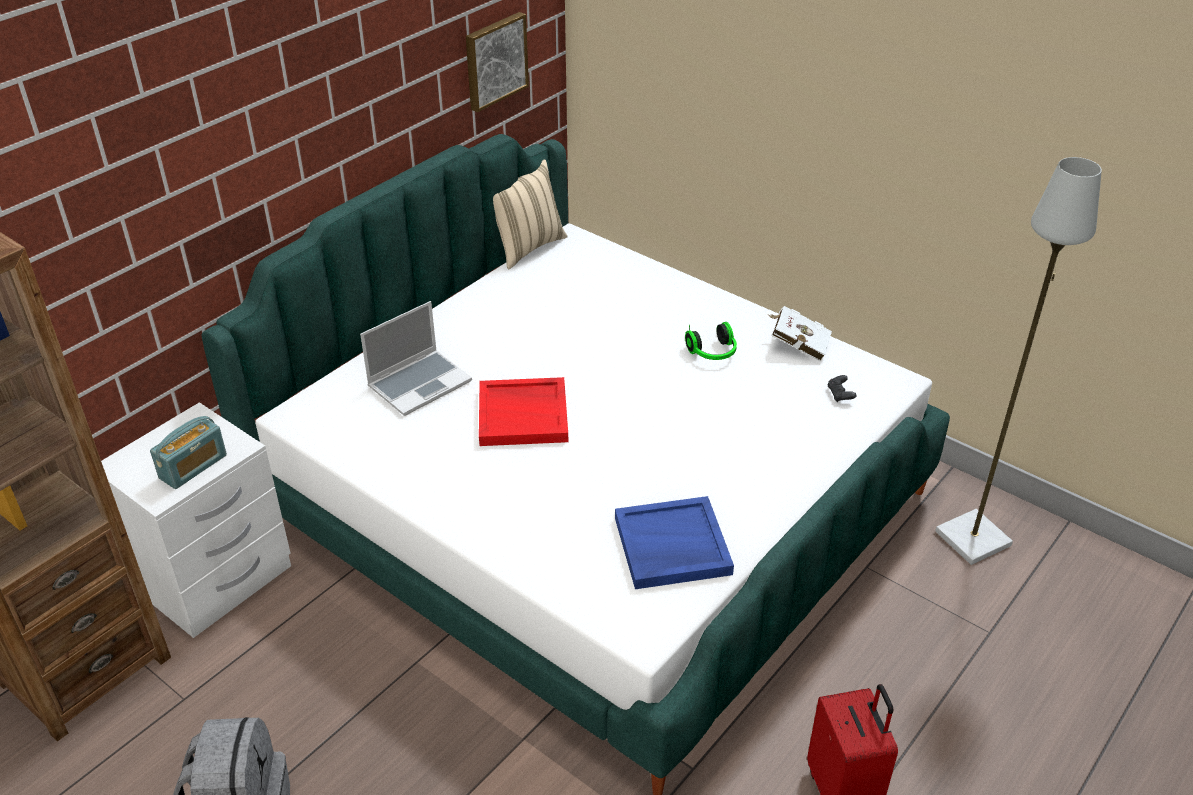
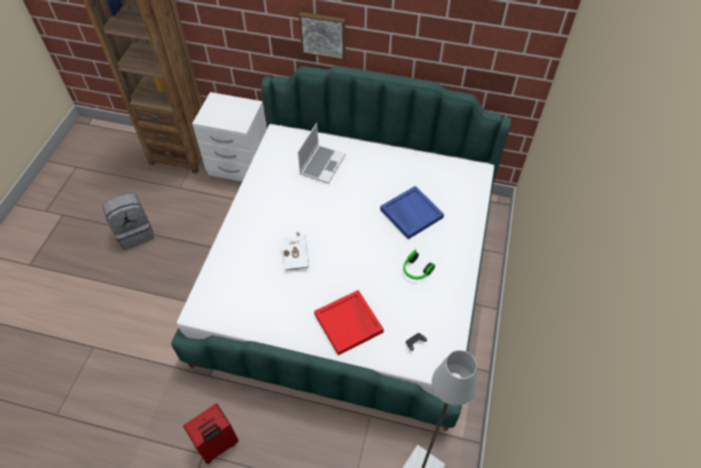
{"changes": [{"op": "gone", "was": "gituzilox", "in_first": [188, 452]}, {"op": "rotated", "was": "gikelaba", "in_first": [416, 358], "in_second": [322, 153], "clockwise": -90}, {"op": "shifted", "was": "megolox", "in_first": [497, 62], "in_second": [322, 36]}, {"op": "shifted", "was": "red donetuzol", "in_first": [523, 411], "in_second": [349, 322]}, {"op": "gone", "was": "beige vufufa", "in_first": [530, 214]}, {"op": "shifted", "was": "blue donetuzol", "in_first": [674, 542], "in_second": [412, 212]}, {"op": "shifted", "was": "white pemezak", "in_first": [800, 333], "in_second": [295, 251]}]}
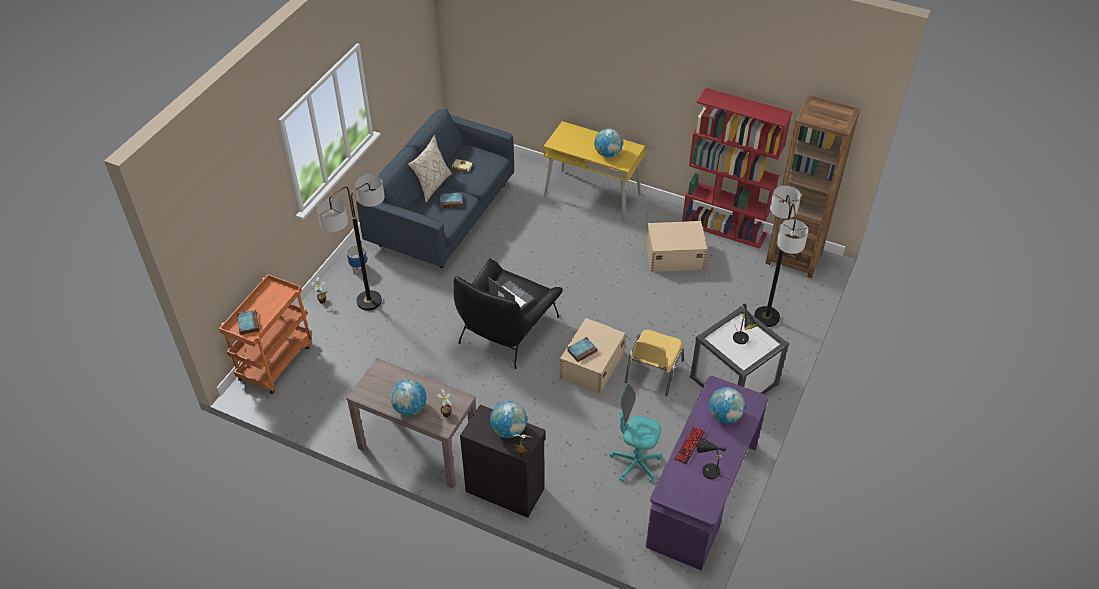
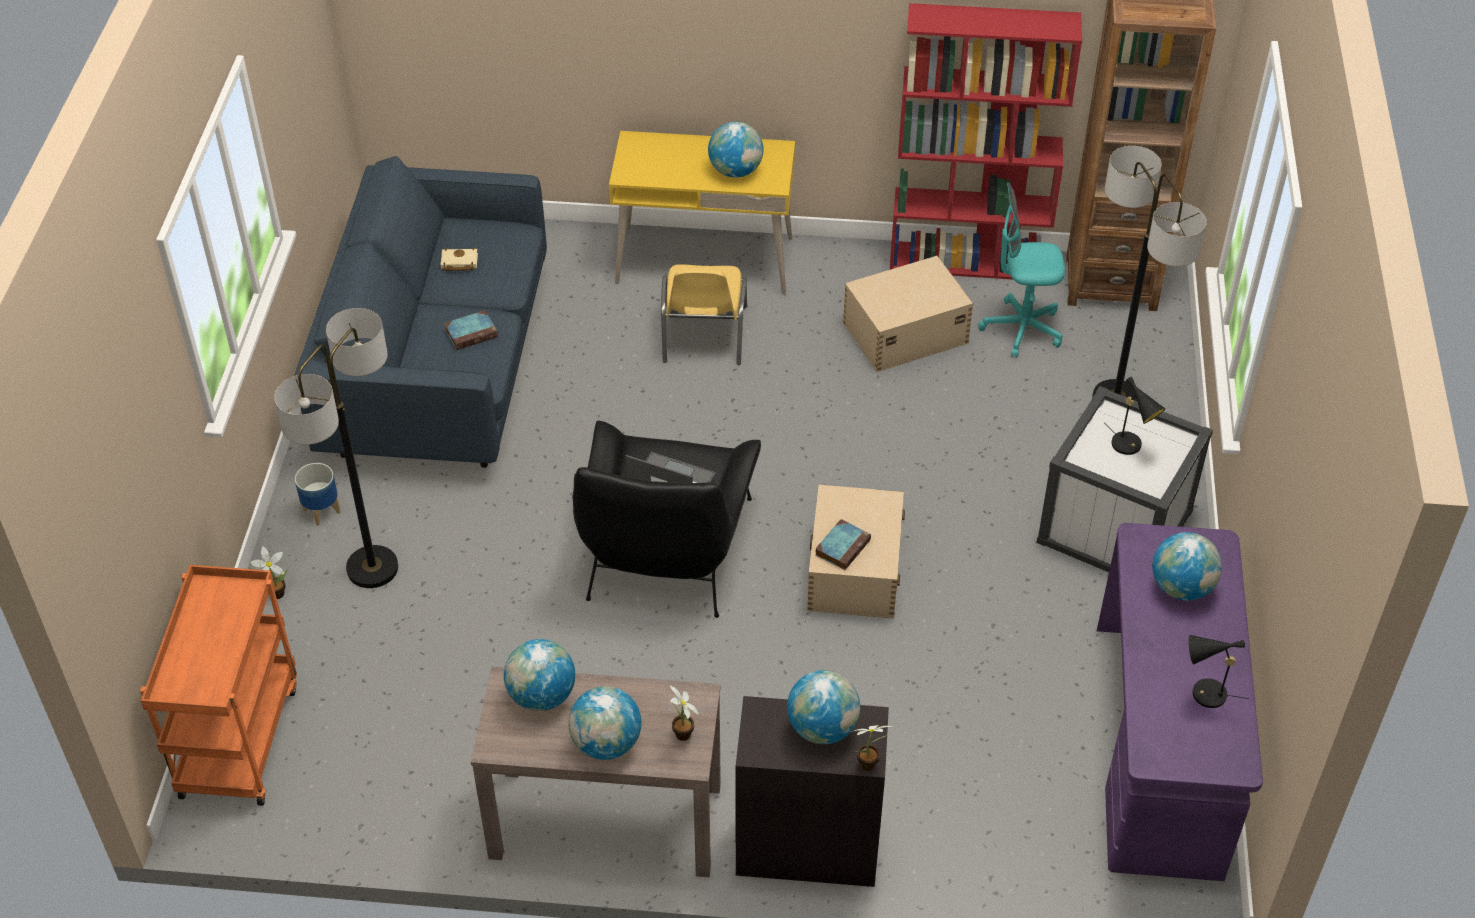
{"changes": [{"op": "gone", "was": "pemezak", "in_first": [248, 322]}, {"op": "gone", "was": "beige vufufa", "in_first": [430, 168]}, {"op": "shifted", "was": "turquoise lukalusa", "in_first": [636, 433], "in_second": [1021, 270]}, {"op": "shifted", "was": "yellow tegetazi", "in_first": [654, 363], "in_second": [704, 314]}, {"op": "gone", "was": "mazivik", "in_first": [689, 445]}, {"op": "new", "now": "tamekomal", "in_second": [539, 675]}]}
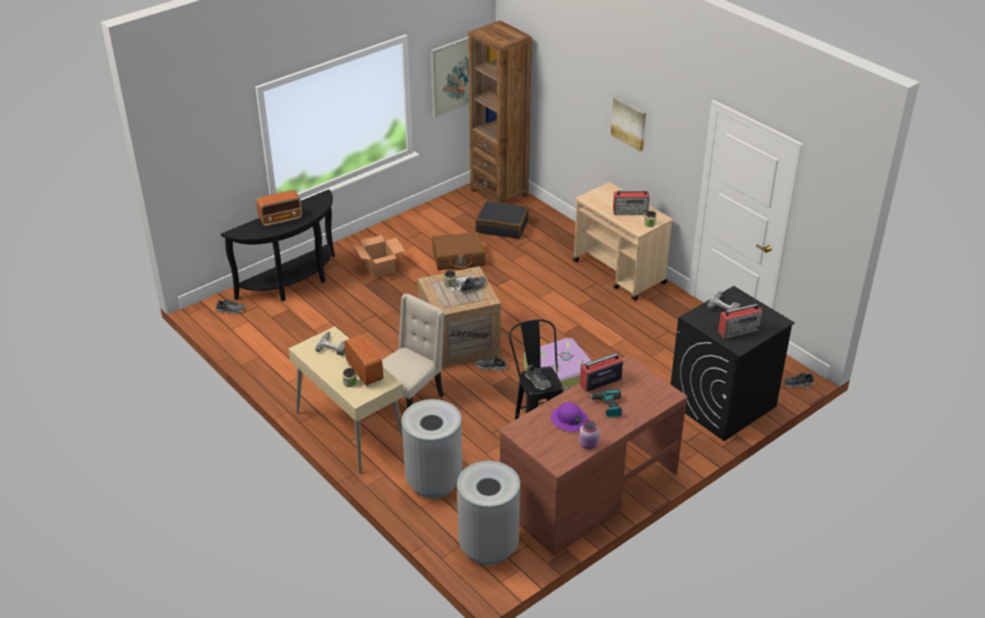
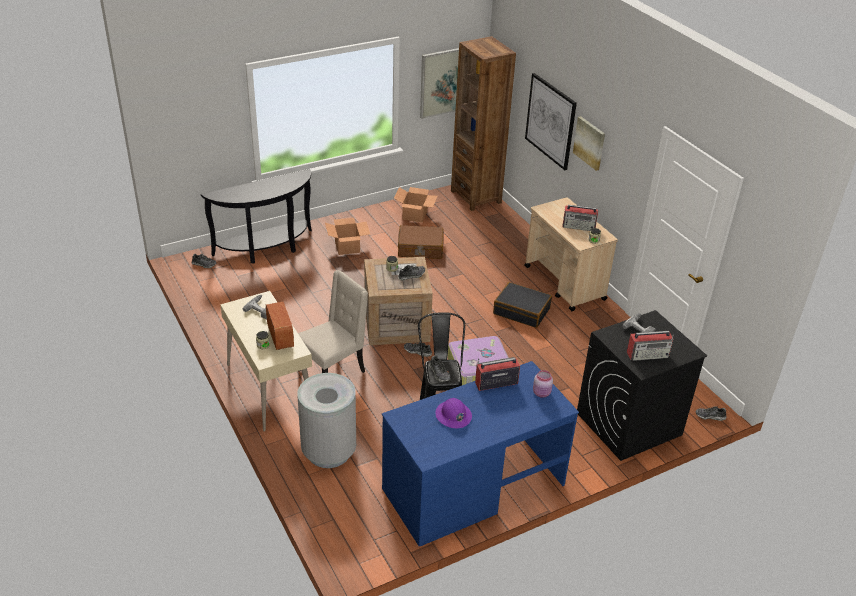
{"changes": [{"op": "gone", "was": "gituzilox", "in_first": [279, 208]}, {"op": "gone", "was": "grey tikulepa", "in_first": [488, 513]}, {"op": "shifted", "was": "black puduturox", "in_first": [502, 220], "in_second": [522, 305]}, {"op": "repainted", "was": "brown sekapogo", "now": "blue sekapogo", "in_first": [593, 455], "in_second": [480, 454]}, {"op": "shifted", "was": "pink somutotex", "in_first": [589, 435], "in_second": [543, 384]}, {"op": "gone", "was": "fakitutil", "in_first": [605, 403]}, {"op": "new", "now": "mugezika", "in_second": [416, 205]}, {"op": "new", "now": "megolox", "in_second": [551, 121]}]}
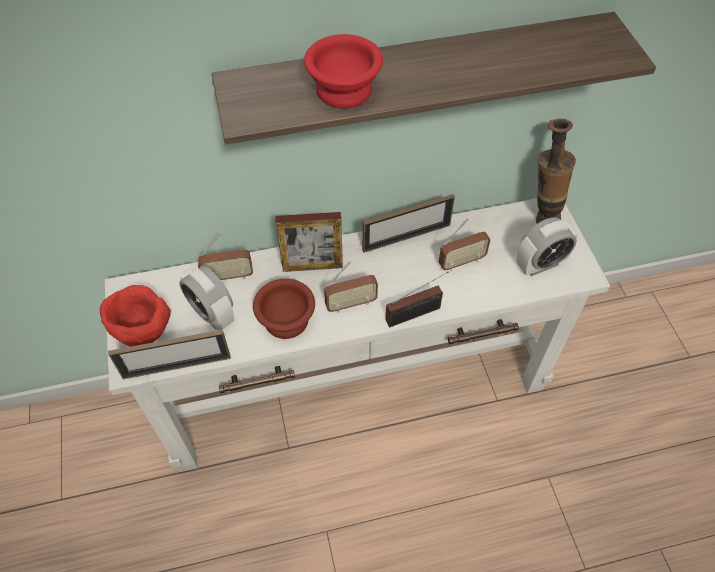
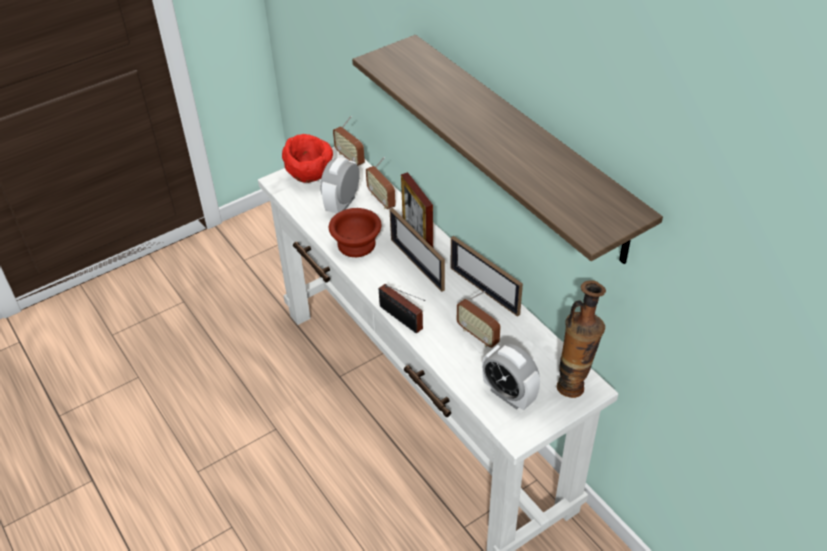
{"changes": [{"op": "shifted", "was": "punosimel", "in_first": [169, 354], "in_second": [417, 250]}, {"op": "gone", "was": "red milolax", "in_first": [343, 71]}, {"op": "shifted", "was": "gituzilox", "in_first": [351, 287], "in_second": [349, 141]}]}
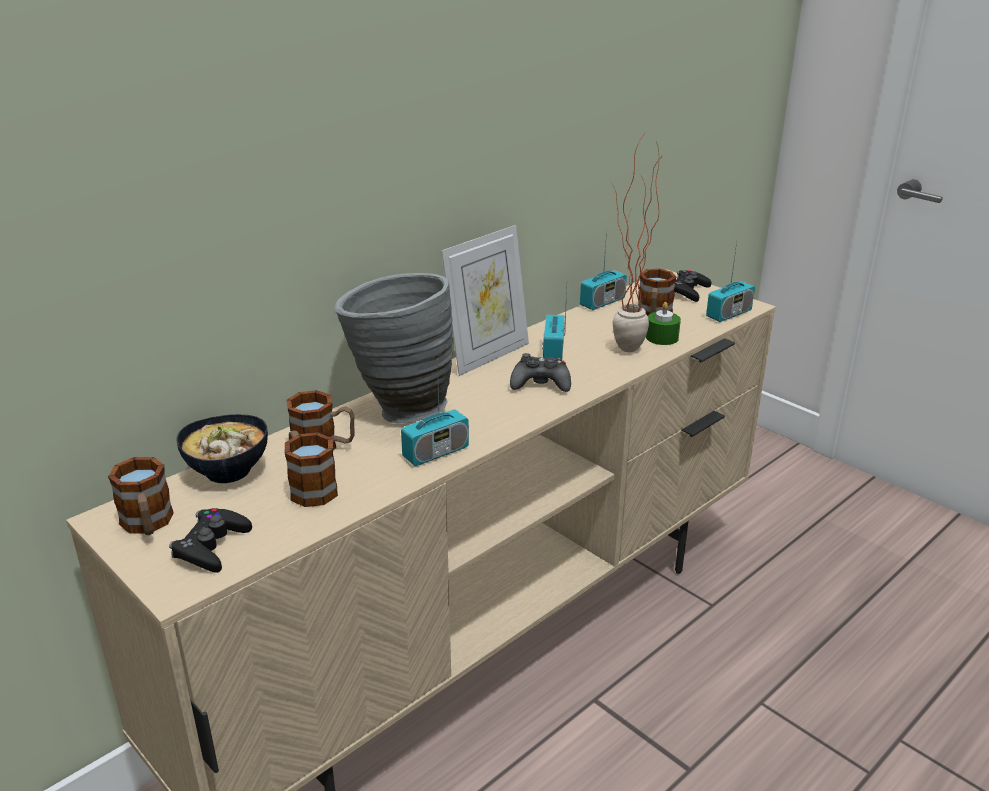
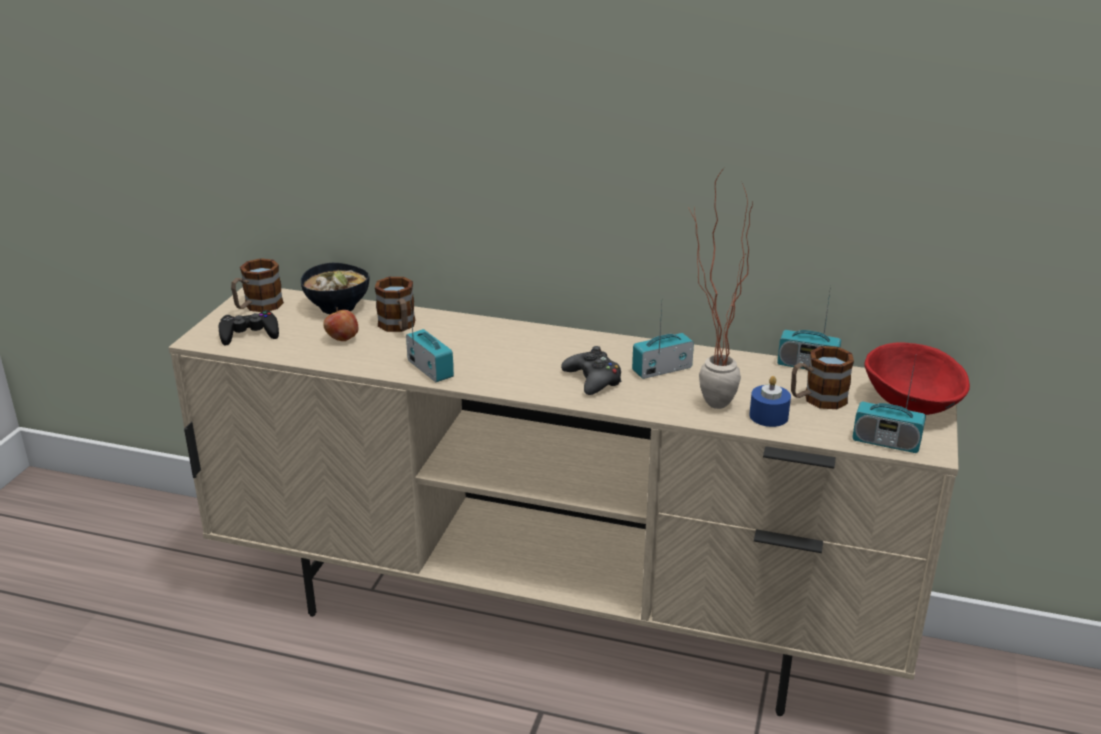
{"changes": [{"op": "swapped", "was": "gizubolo", "now": "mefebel", "in_first": [311, 469], "in_second": [341, 324]}, {"op": "gone", "was": "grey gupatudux", "in_first": [393, 348]}, {"op": "rotated", "was": "gituzilox", "in_first": [435, 412], "in_second": [430, 338], "clockwise": -150}, {"op": "gone", "was": "punosimel", "in_first": [485, 300]}, {"op": "repainted", "was": "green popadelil", "now": "blue popadelil", "in_first": [663, 323], "in_second": [770, 401]}, {"op": "swapped", "was": "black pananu", "now": "red milolax", "in_first": [693, 286], "in_second": [917, 378]}]}
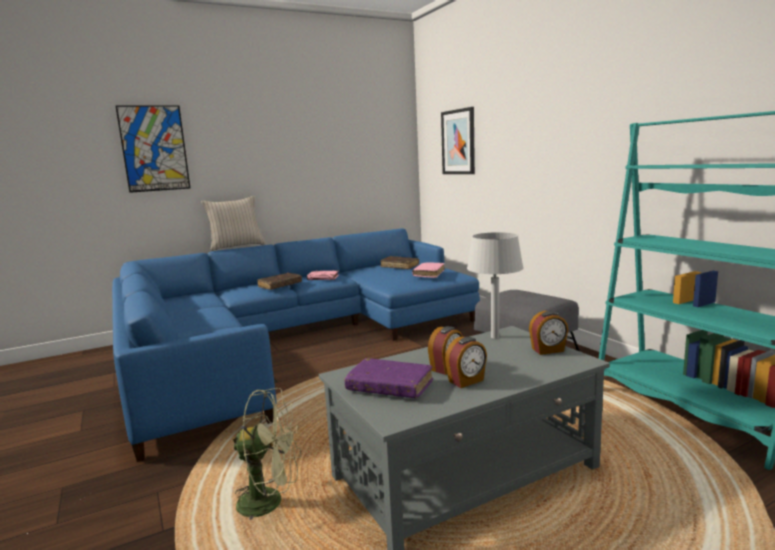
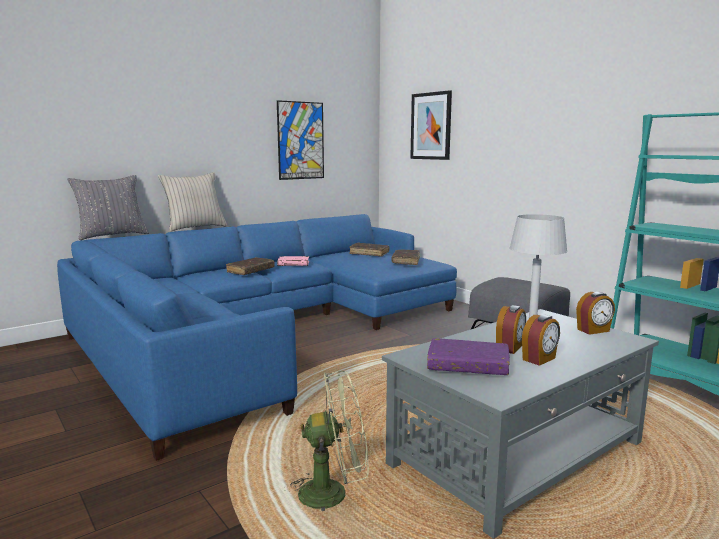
{"changes": [{"op": "shifted", "was": "megolox", "in_first": [152, 149], "in_second": [300, 140]}, {"op": "repainted", "was": "pink pemezak", "now": "brown pemezak", "in_first": [428, 270], "in_second": [405, 257]}, {"op": "new", "now": "grey vufufa", "in_second": [108, 207]}]}
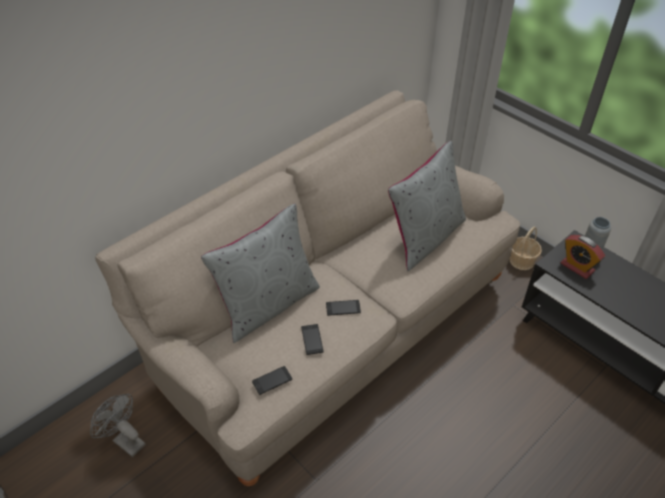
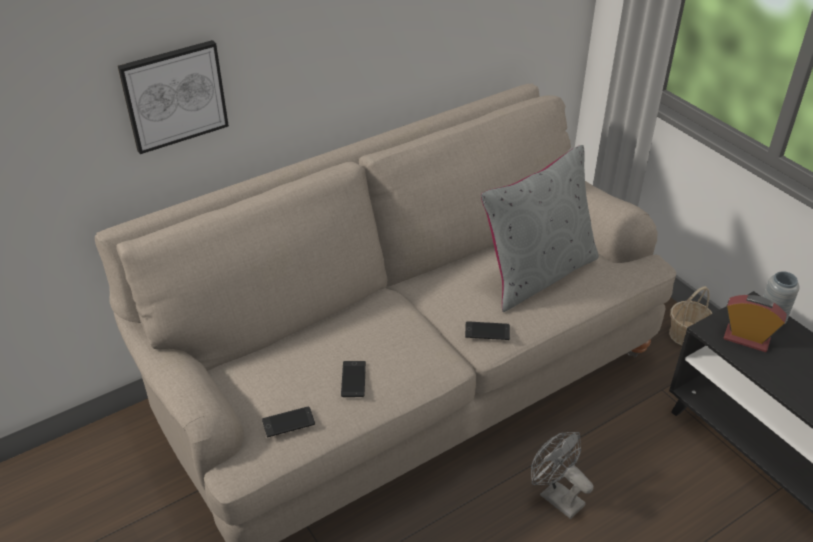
{"changes": [{"op": "shifted", "was": "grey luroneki", "in_first": [118, 425], "in_second": [562, 475]}, {"op": "gone", "was": "grey vufufa", "in_first": [260, 273]}, {"op": "shifted", "was": "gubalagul", "in_first": [343, 308], "in_second": [487, 330]}, {"op": "rotated", "was": "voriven", "in_first": [582, 257], "in_second": [755, 323], "clockwise": 150}, {"op": "new", "now": "megolox", "in_second": [173, 97]}]}
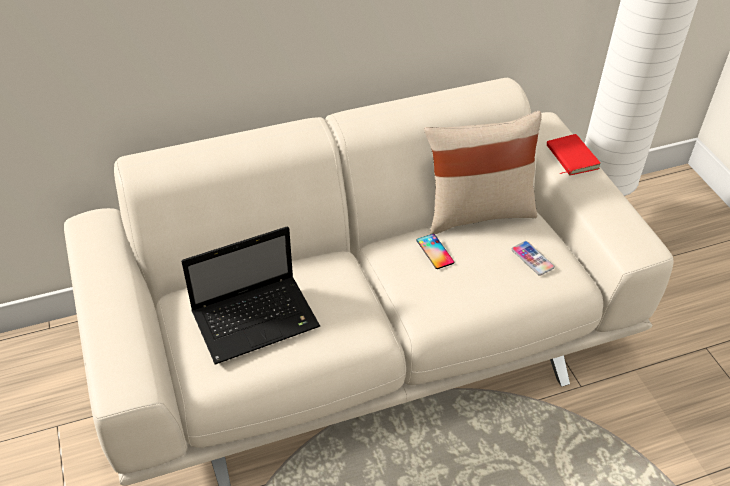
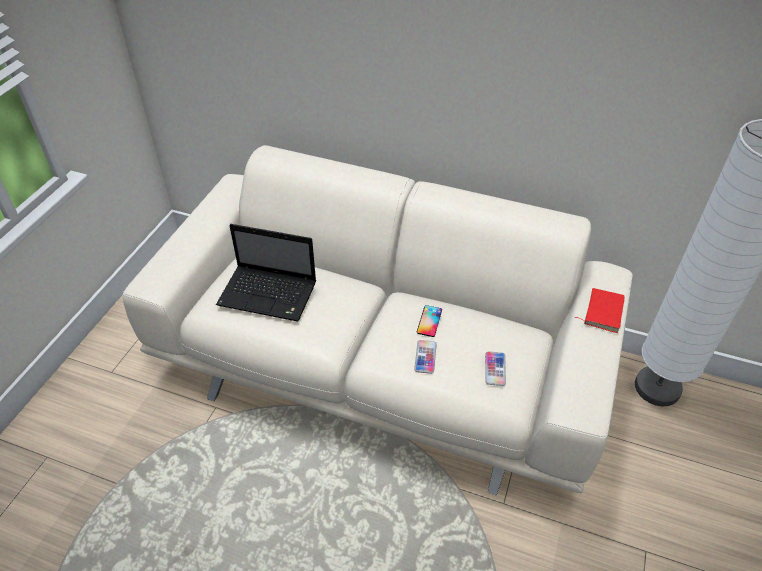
{"changes": [{"op": "gone", "was": "beige vufufa", "in_first": [483, 173]}, {"op": "new", "now": "gubalagul", "in_second": [425, 357]}]}
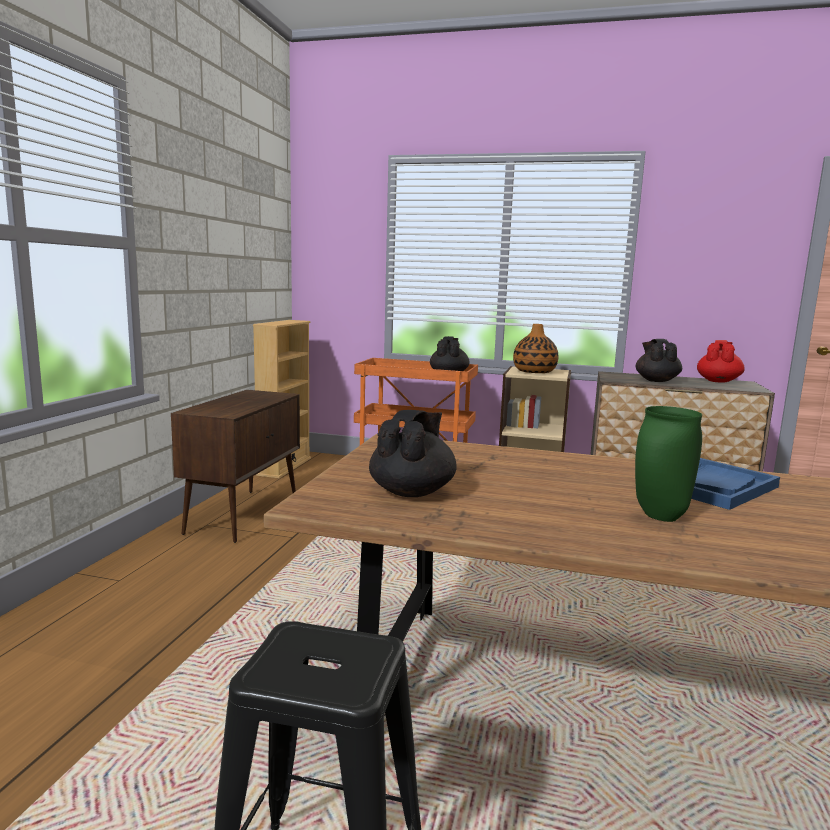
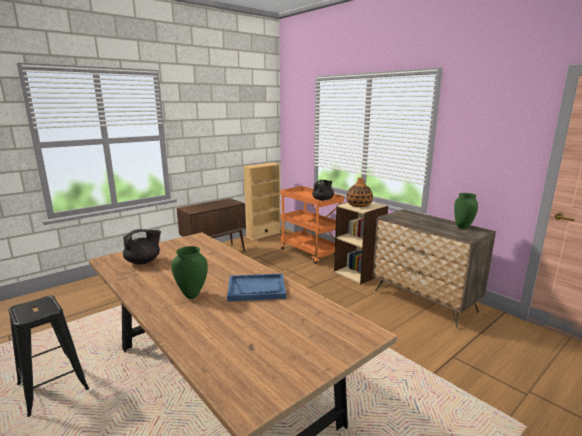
{"changes": [{"op": "gone", "was": "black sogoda", "in_first": [659, 360]}, {"op": "swapped", "was": "red sogoda", "now": "green gupatudux", "in_first": [721, 361], "in_second": [466, 211]}]}
